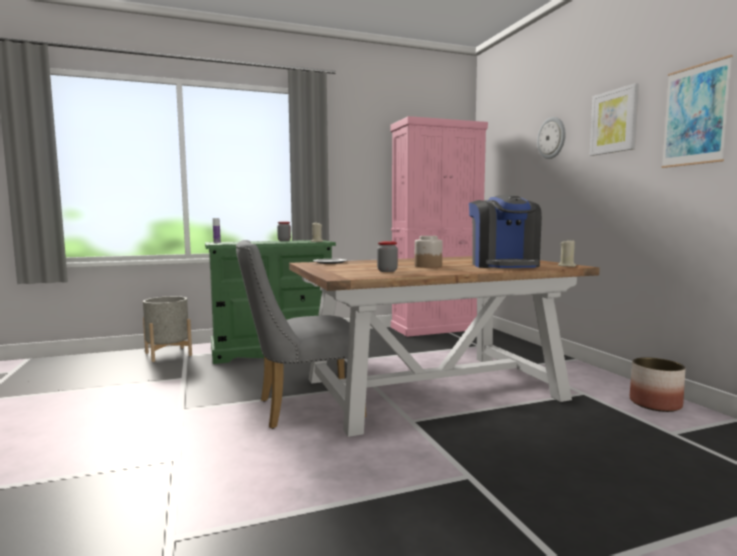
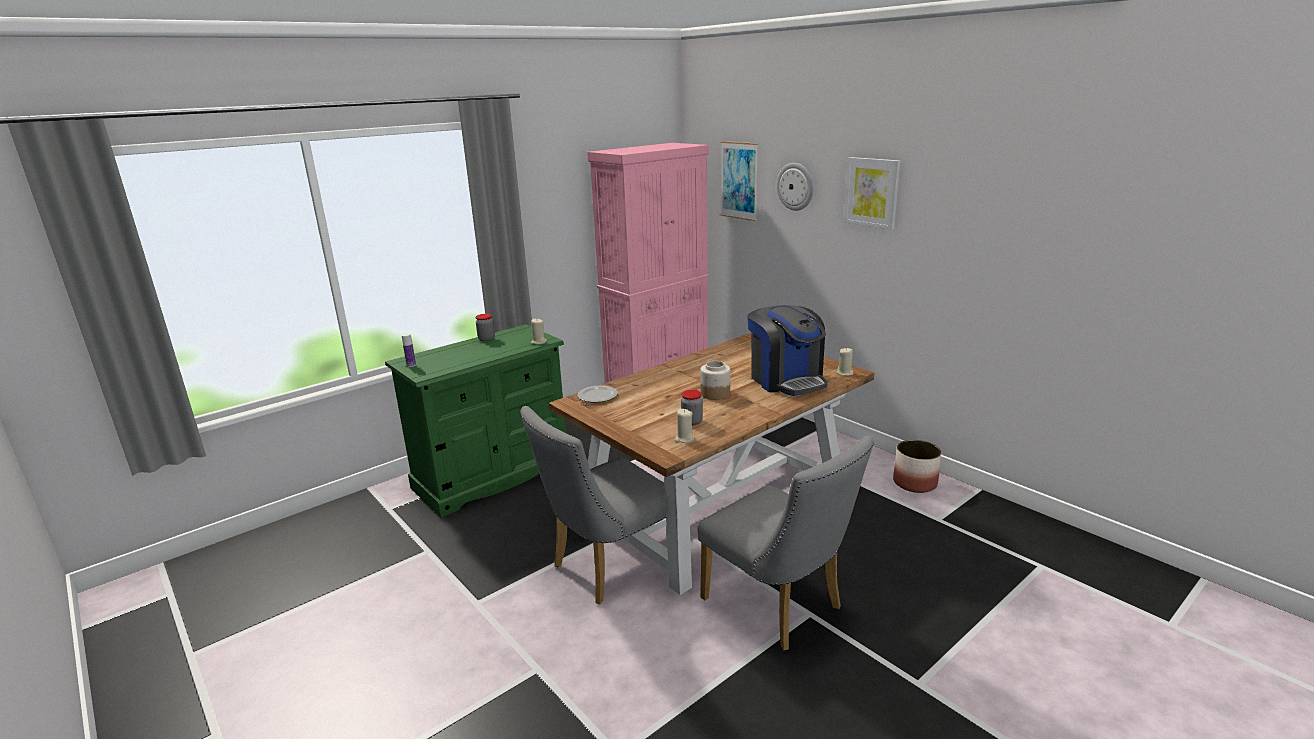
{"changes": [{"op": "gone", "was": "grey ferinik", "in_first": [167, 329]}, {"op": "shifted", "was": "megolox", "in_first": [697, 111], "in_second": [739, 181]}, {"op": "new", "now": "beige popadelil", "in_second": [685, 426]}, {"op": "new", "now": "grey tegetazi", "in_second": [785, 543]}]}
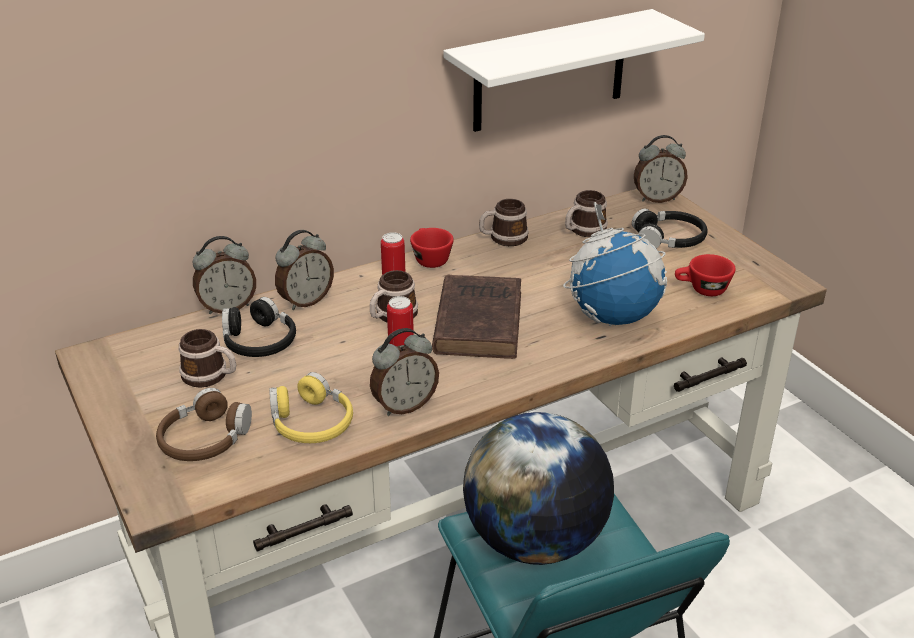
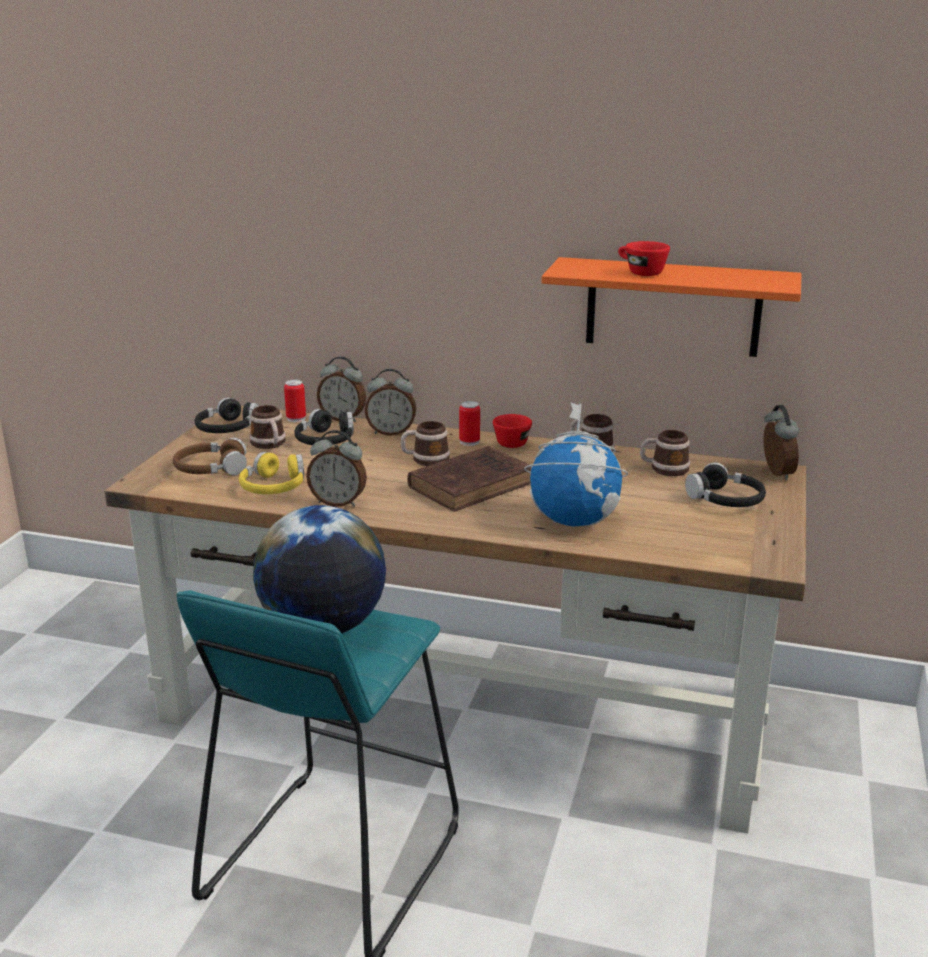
{"changes": [{"op": "shifted", "was": "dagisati", "in_first": [400, 321], "in_second": [295, 401]}, {"op": "repainted", "was": "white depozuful", "now": "orange depozuful", "in_first": [574, 70], "in_second": [671, 307]}, {"op": "rotated", "was": "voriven", "in_first": [661, 169], "in_second": [781, 442], "clockwise": -135}, {"op": "shifted", "was": "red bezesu", "in_first": [705, 275], "in_second": [644, 258]}, {"op": "new", "now": "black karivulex", "in_second": [226, 415]}]}
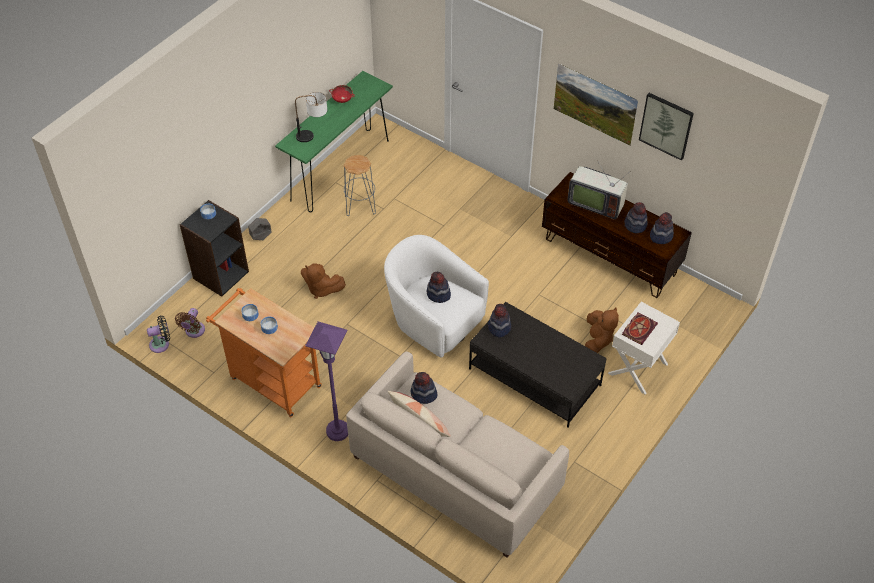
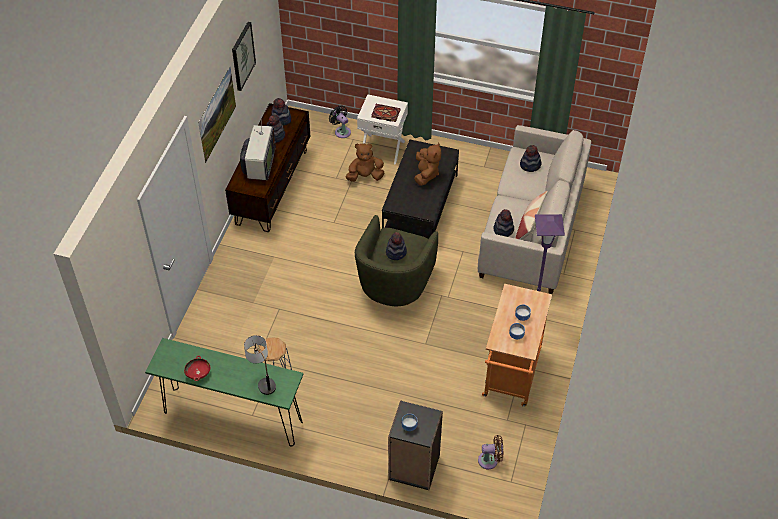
{"changes": [{"op": "shifted", "was": "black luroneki", "in_first": [158, 334], "in_second": [340, 121]}, {"op": "gone", "was": "grey ferinik", "in_first": [259, 229]}, {"op": "shifted", "was": "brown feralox", "in_first": [323, 281], "in_second": [427, 164]}, {"op": "repainted", "was": "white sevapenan", "now": "green sevapenan", "in_first": [436, 296], "in_second": [396, 260]}, {"op": "shifted", "was": "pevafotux", "in_first": [499, 320], "in_second": [530, 158]}]}
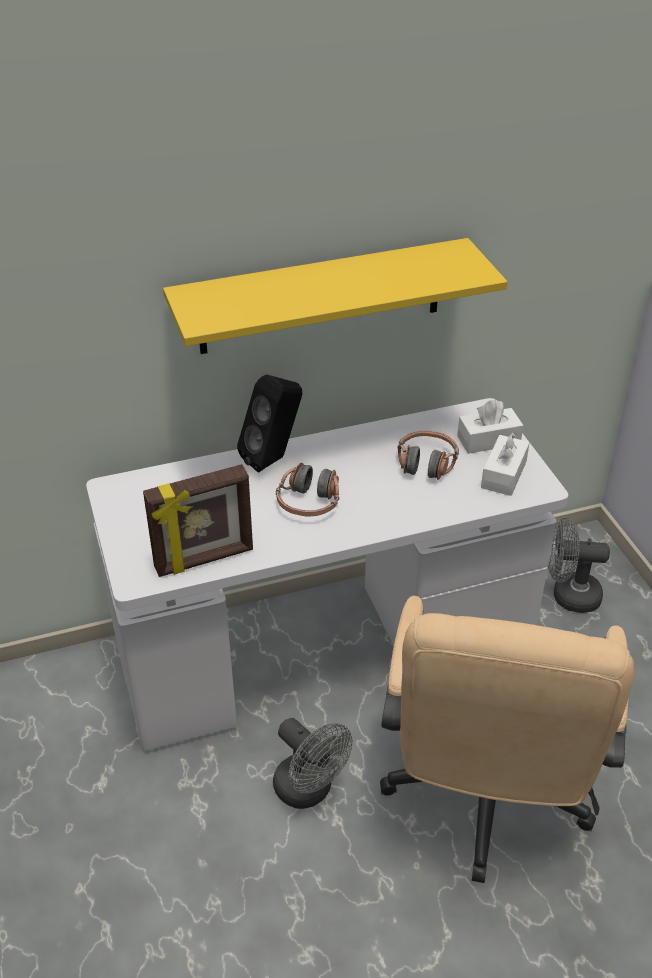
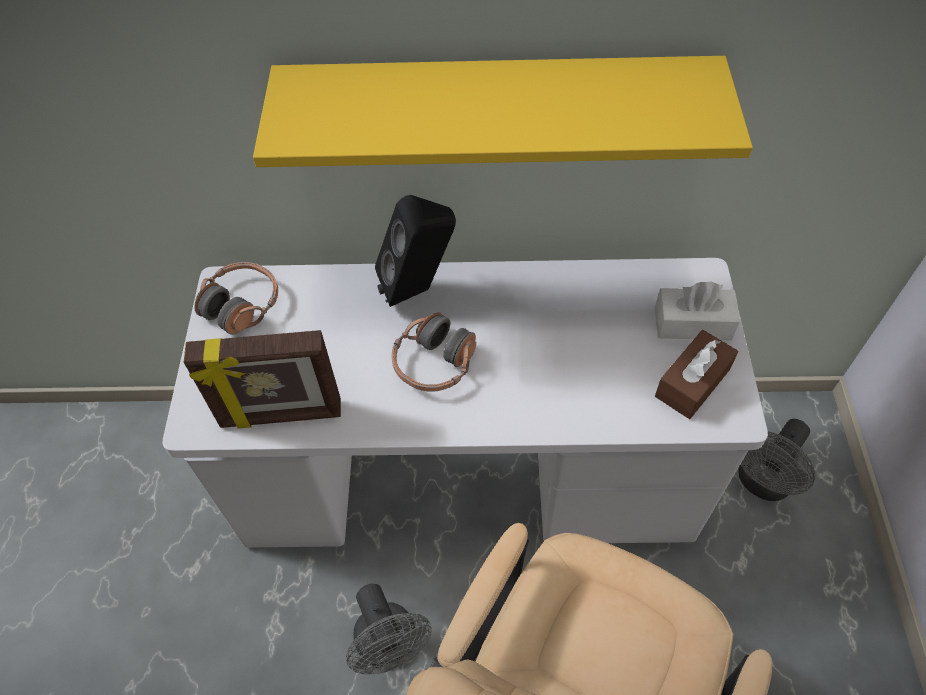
{"changes": [{"op": "shifted", "was": "karivulex", "in_first": [428, 455], "in_second": [236, 298]}, {"op": "repainted", "was": "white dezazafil", "now": "brown dezazafil", "in_first": [505, 464], "in_second": [696, 374]}, {"op": "rotated", "was": "grey luroneki", "in_first": [579, 565], "in_second": [776, 460], "clockwise": -75}]}
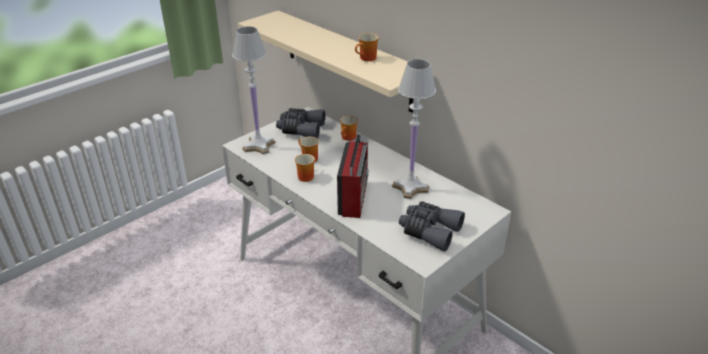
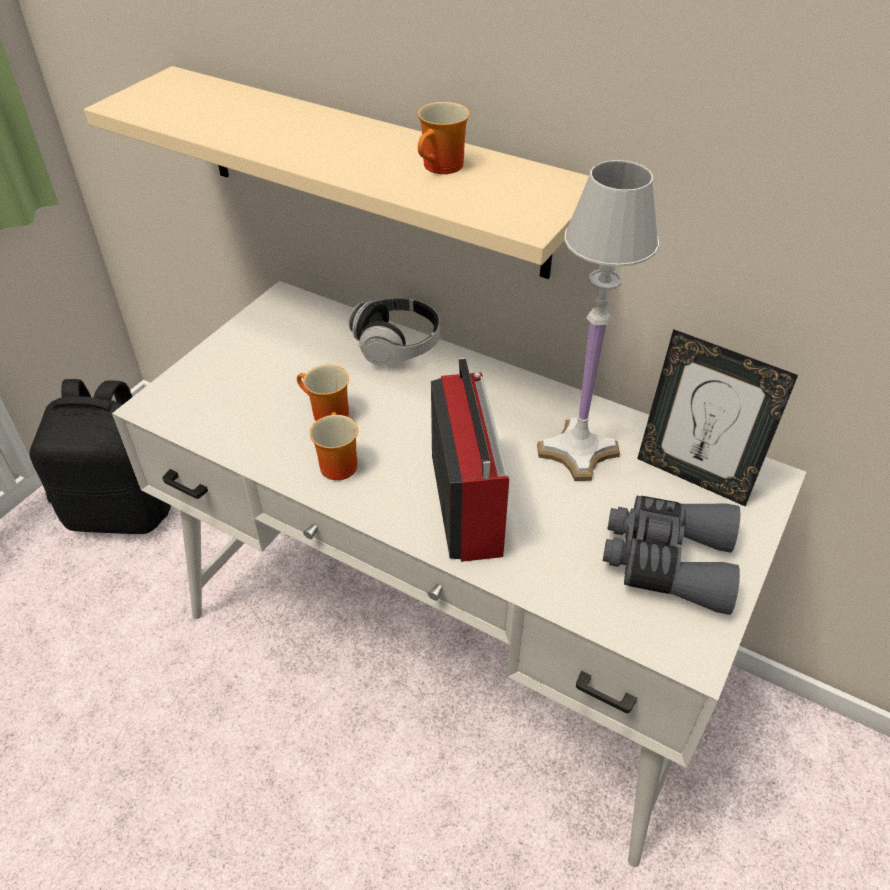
{"changes": [{"op": "gone", "was": "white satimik", "in_first": [253, 90]}, {"op": "gone", "was": "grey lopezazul", "in_first": [300, 123]}, {"op": "swapped", "was": "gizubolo", "now": "karivulex", "in_first": [349, 128], "in_second": [394, 332]}, {"op": "new", "now": "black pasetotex", "in_second": [100, 456]}, {"op": "new", "now": "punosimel", "in_second": [717, 417]}]}
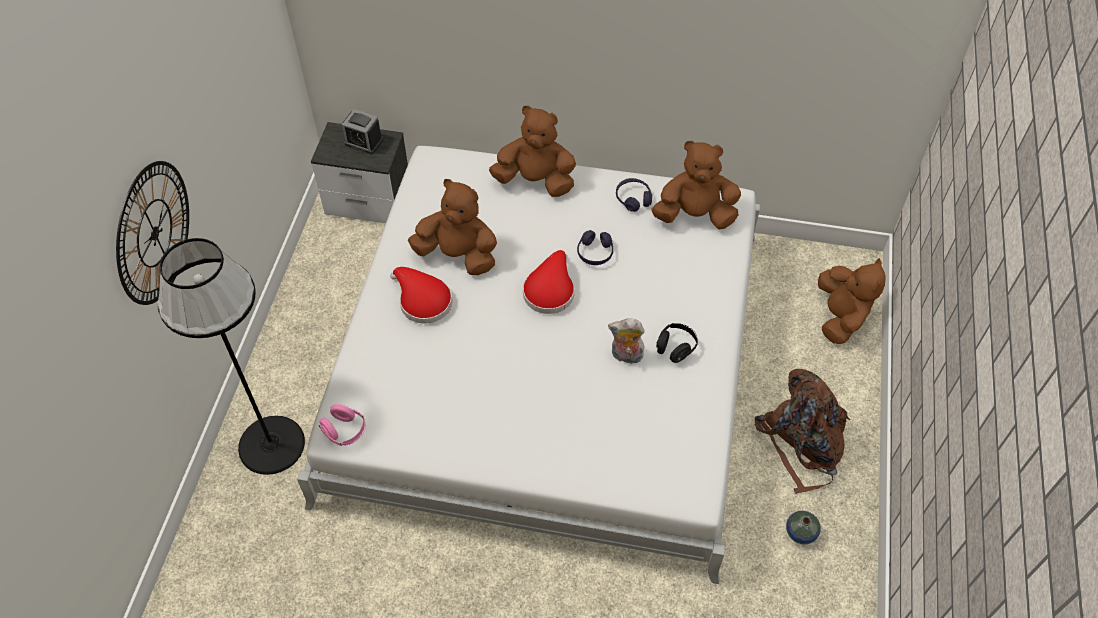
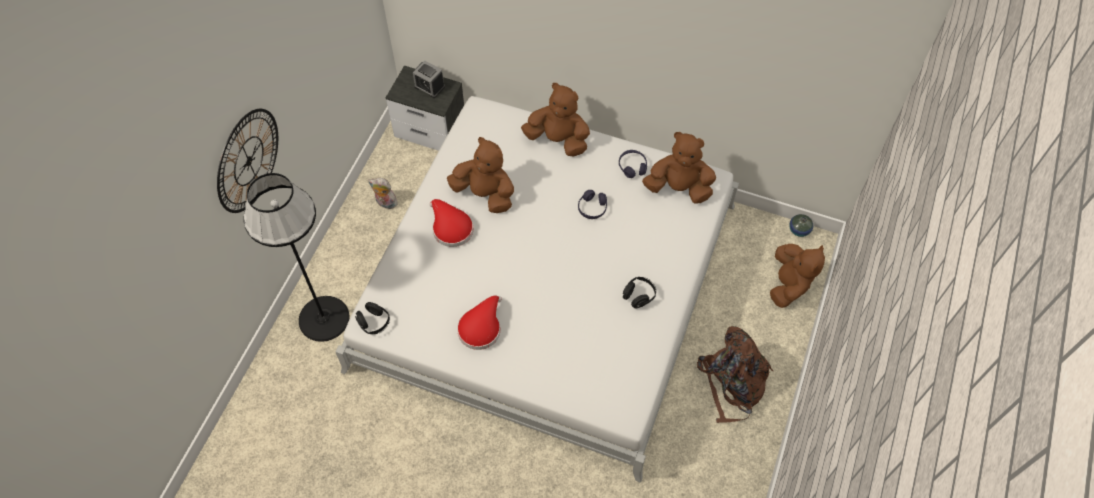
{"changes": [{"op": "repainted", "was": "pink karivulex", "now": "black karivulex", "in_first": [342, 425], "in_second": [372, 318]}, {"op": "shifted", "was": "red pevafotux", "in_first": [548, 282], "in_second": [479, 323]}, {"op": "shifted", "was": "feralox", "in_first": [626, 340], "in_second": [383, 193]}, {"op": "shifted", "was": "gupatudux", "in_first": [803, 527], "in_second": [801, 225]}]}
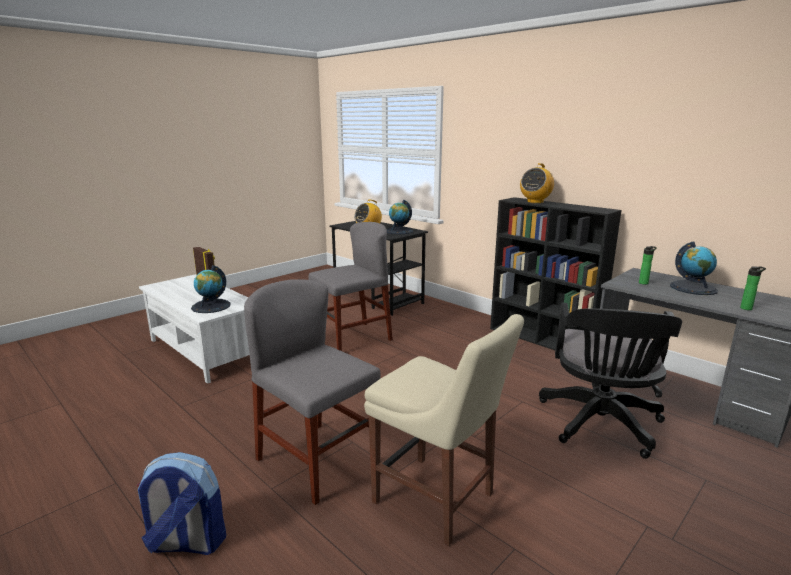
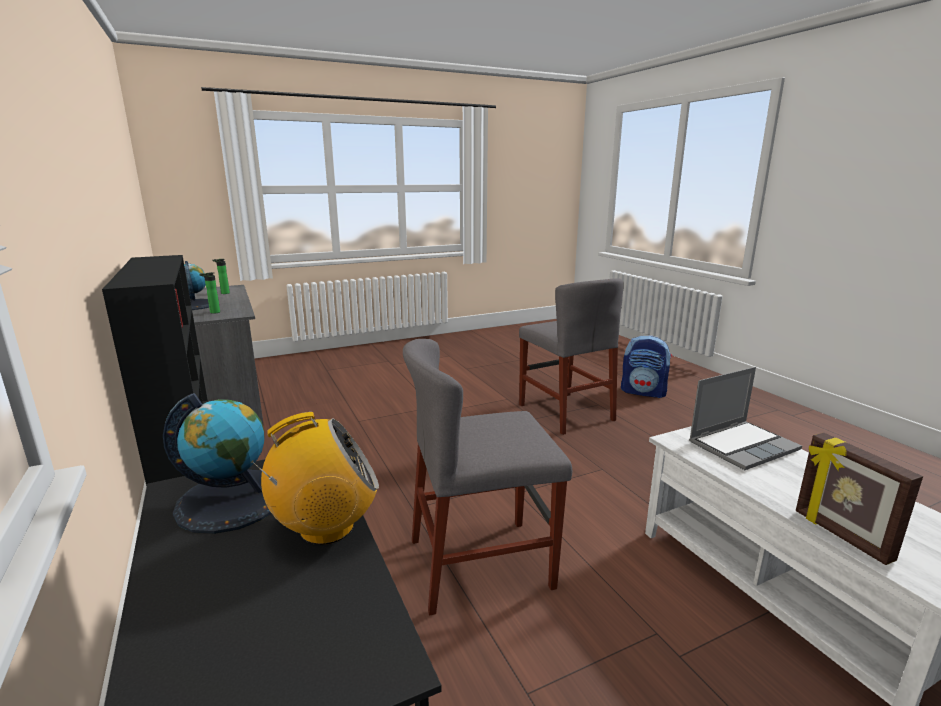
{"changes": [{"op": "swapped", "was": "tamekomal", "now": "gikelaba", "in_first": [211, 289], "in_second": [745, 418]}, {"op": "gone", "was": "beige tegetazi", "in_first": [444, 430]}, {"op": "gone", "was": "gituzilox", "in_first": [537, 183]}, {"op": "gone", "was": "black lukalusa", "in_first": [610, 381]}]}
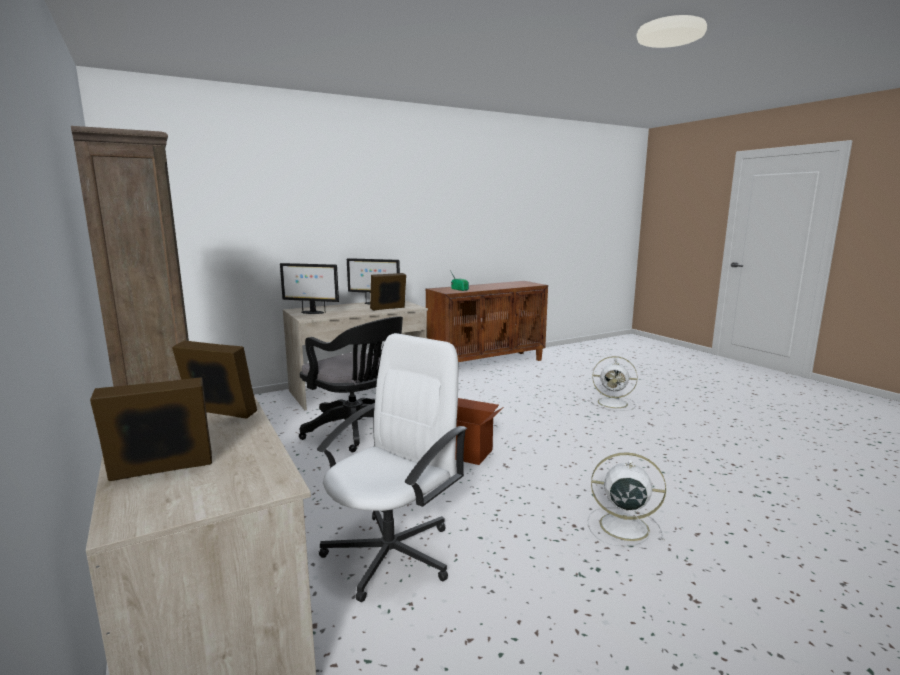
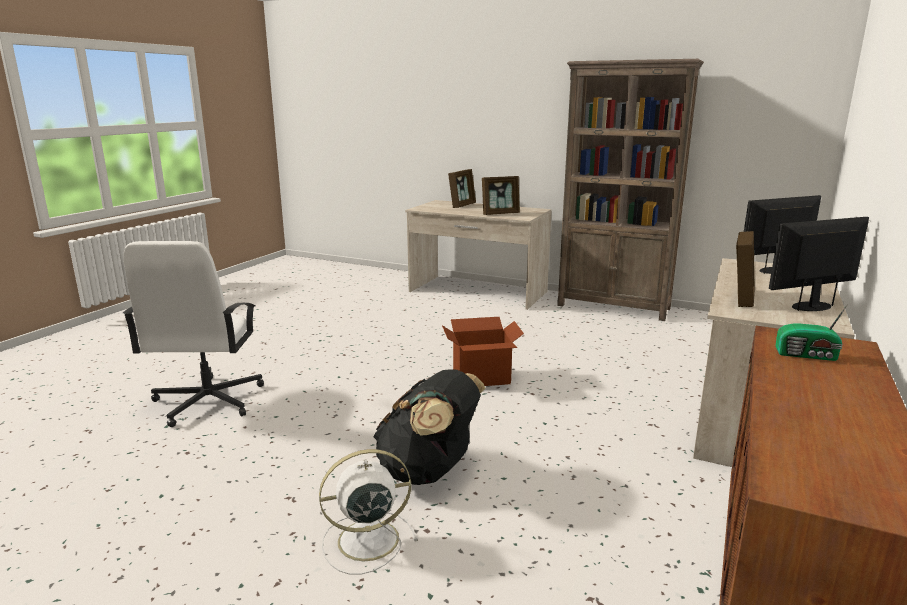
{"changes": [{"op": "gone", "was": "black lukalusa", "in_first": [351, 384]}, {"op": "shifted", "was": "white lukalusa", "in_first": [392, 467], "in_second": [193, 334]}, {"op": "gone", "was": "white luroneki", "in_first": [626, 499]}, {"op": "new", "now": "black pasetotex", "in_second": [429, 427]}]}
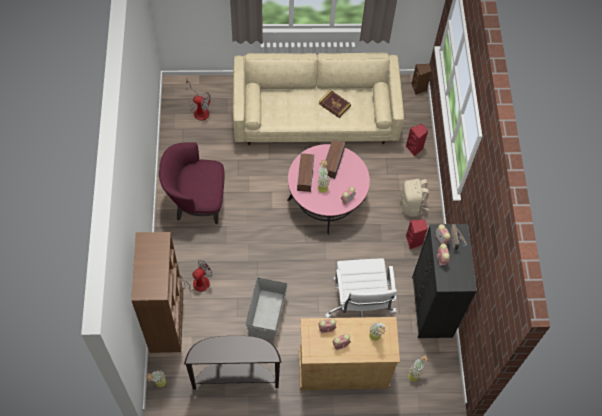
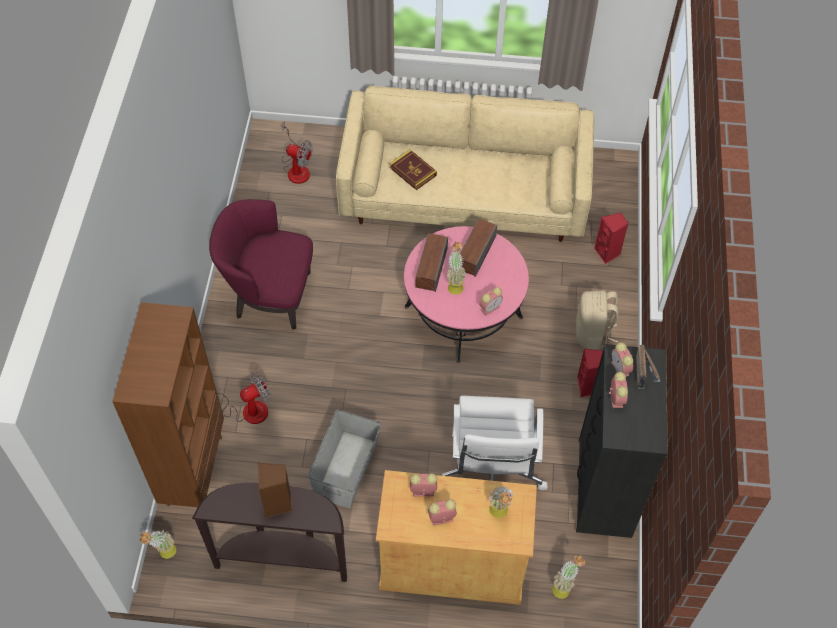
{"changes": [{"op": "shifted", "was": "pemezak", "in_first": [335, 104], "in_second": [413, 170]}, {"op": "shifted", "was": "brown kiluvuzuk", "in_first": [421, 79], "in_second": [275, 490]}]}
